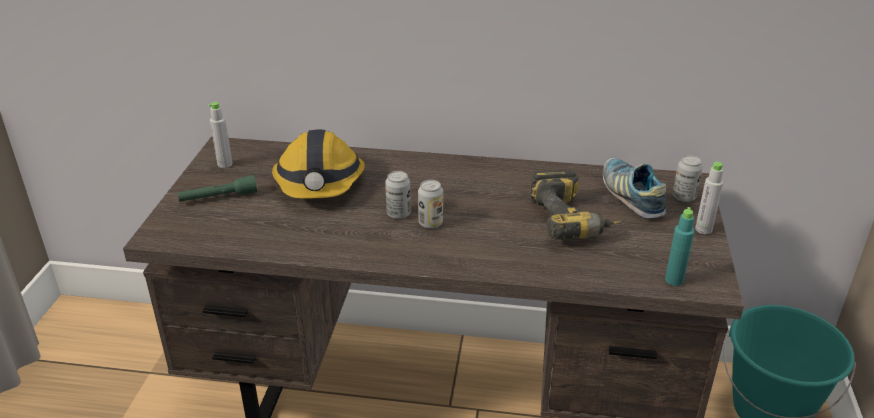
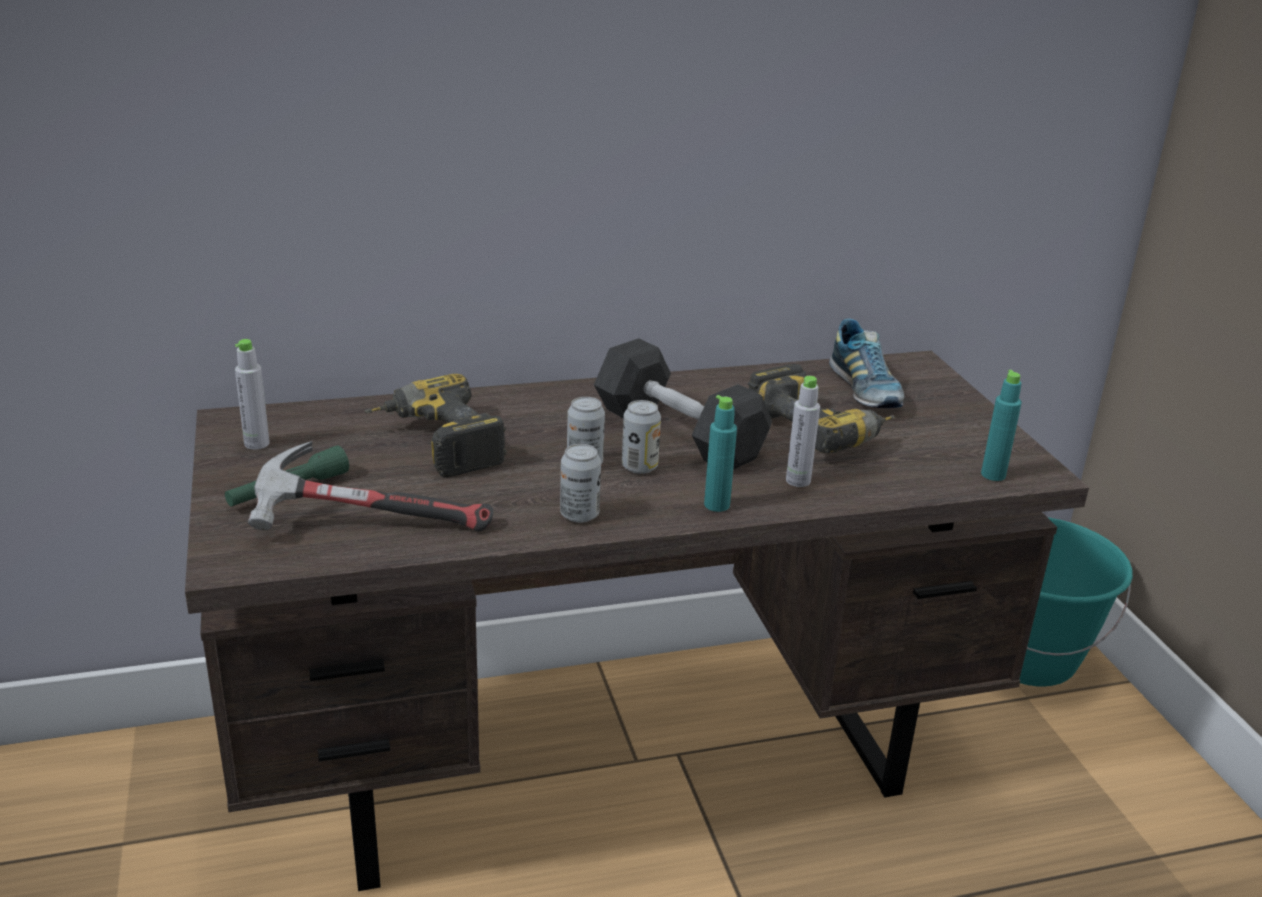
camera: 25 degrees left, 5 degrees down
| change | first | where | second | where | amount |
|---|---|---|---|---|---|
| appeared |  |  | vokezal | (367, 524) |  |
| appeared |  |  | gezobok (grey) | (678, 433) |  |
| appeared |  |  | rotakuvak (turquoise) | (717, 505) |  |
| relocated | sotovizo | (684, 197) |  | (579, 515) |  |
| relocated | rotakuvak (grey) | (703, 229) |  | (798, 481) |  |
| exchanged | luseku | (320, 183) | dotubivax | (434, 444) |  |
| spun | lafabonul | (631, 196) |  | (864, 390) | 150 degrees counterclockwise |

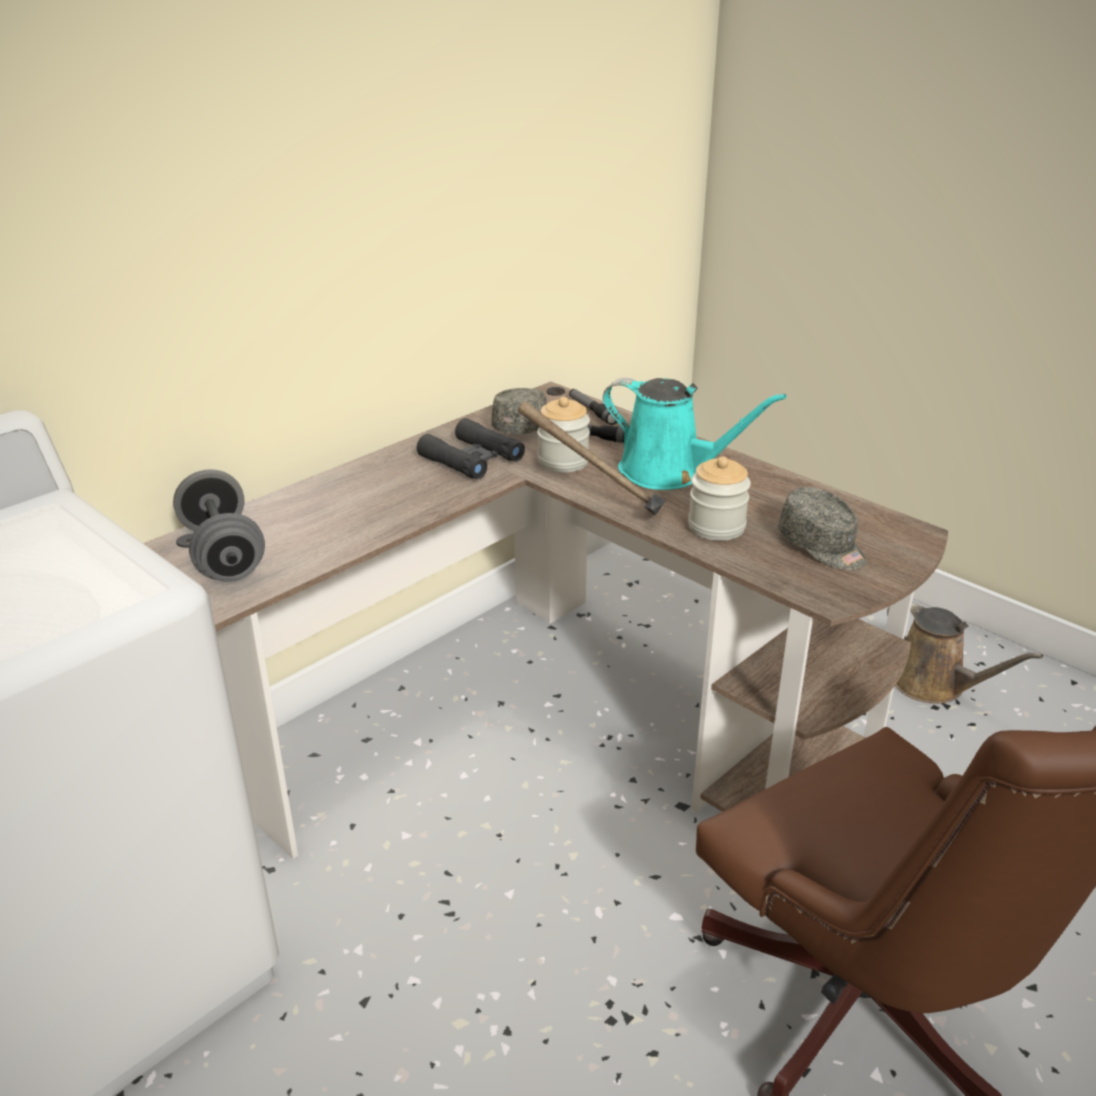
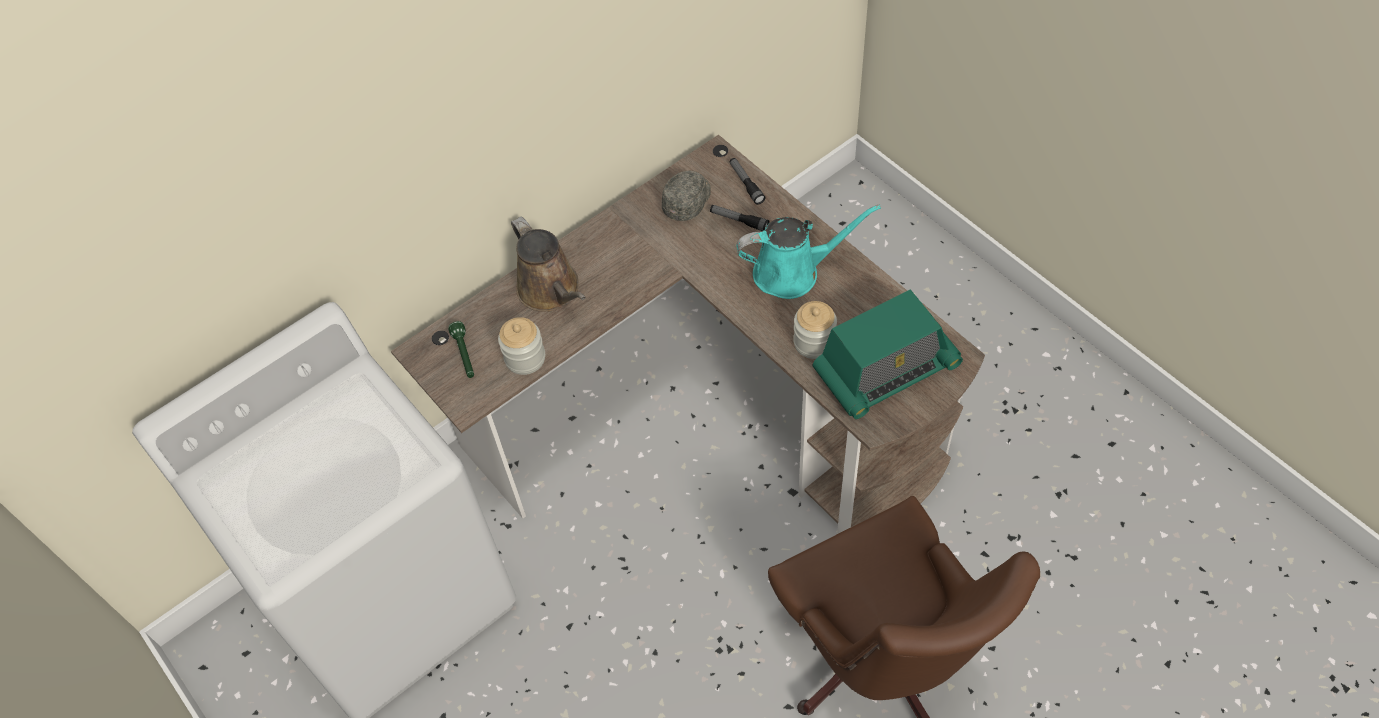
camera: 10 degrees right, 25 degrees up
| change | first | where | second | where | amount |
|---|---|---|---|---|---|
| missing | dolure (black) | (471, 459) |  |  |  |
| missing | vokezal | (596, 508) |  |  |  |
| relocated | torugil | (563, 462) |  | (525, 358) |  |
| relocated | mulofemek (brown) | (933, 685) |  | (551, 291) |  |
| exchanged | gezobok (grey) | (223, 553) | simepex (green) | (465, 355) |  |
| exchanged | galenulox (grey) | (822, 547) | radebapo | (885, 369) |  |
| spun | mulofemek (turquoise) | (669, 472) |  | (793, 272) | 45 degrees counterclockwise |

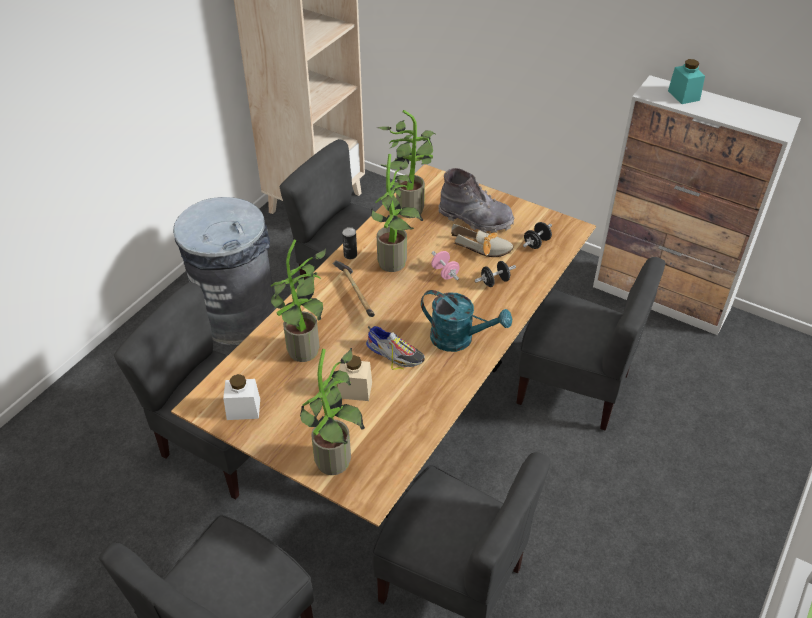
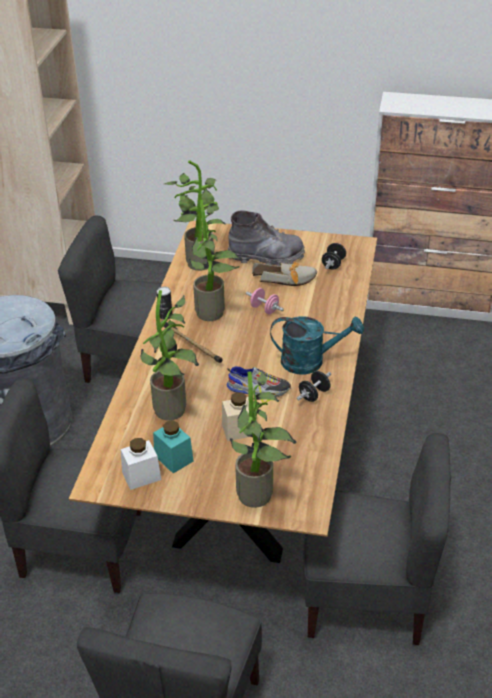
camera: 20 degrees left, 5 degrees down
| change | first | where | second | where | amount |
|---|---|---|---|---|---|
| missing | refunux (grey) | (574, 387) |  |  |  |
| relocated | gezobok (black) | (494, 281) |  | (314, 394) |  |
| relocated | torugil (turquoise) | (683, 95) |  | (173, 458) |  |

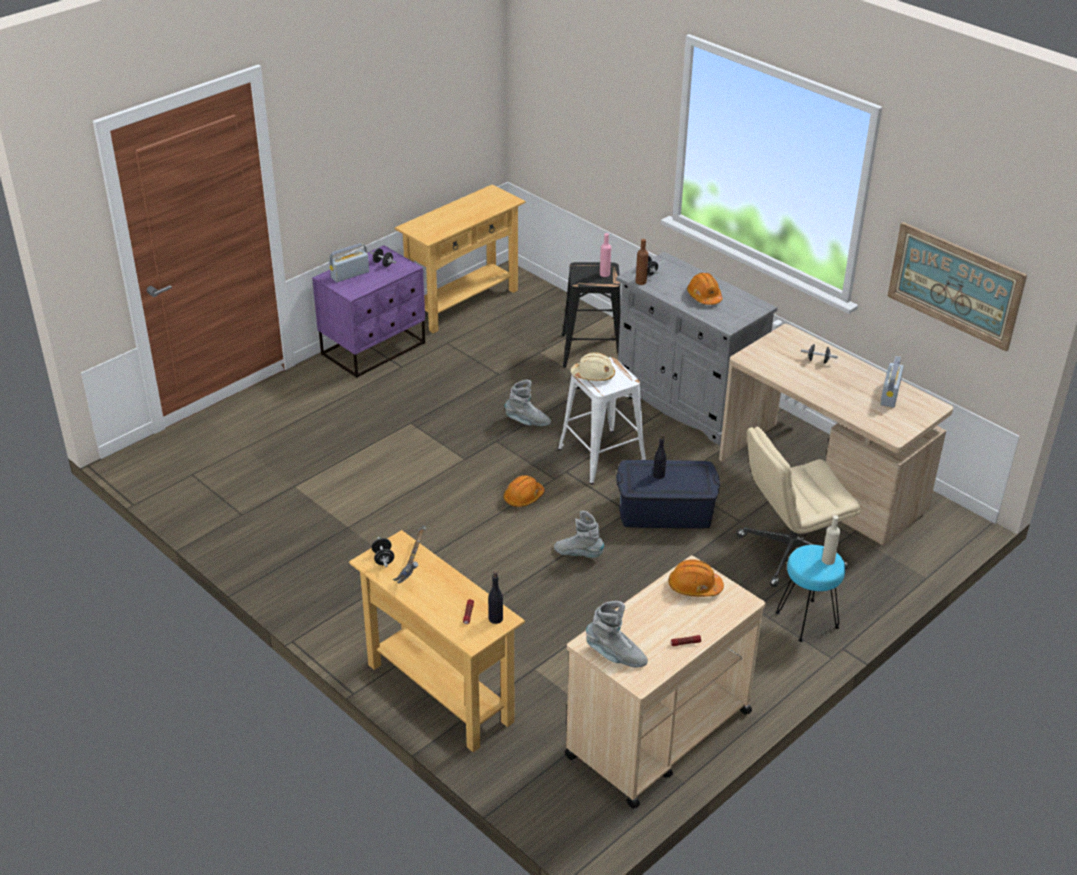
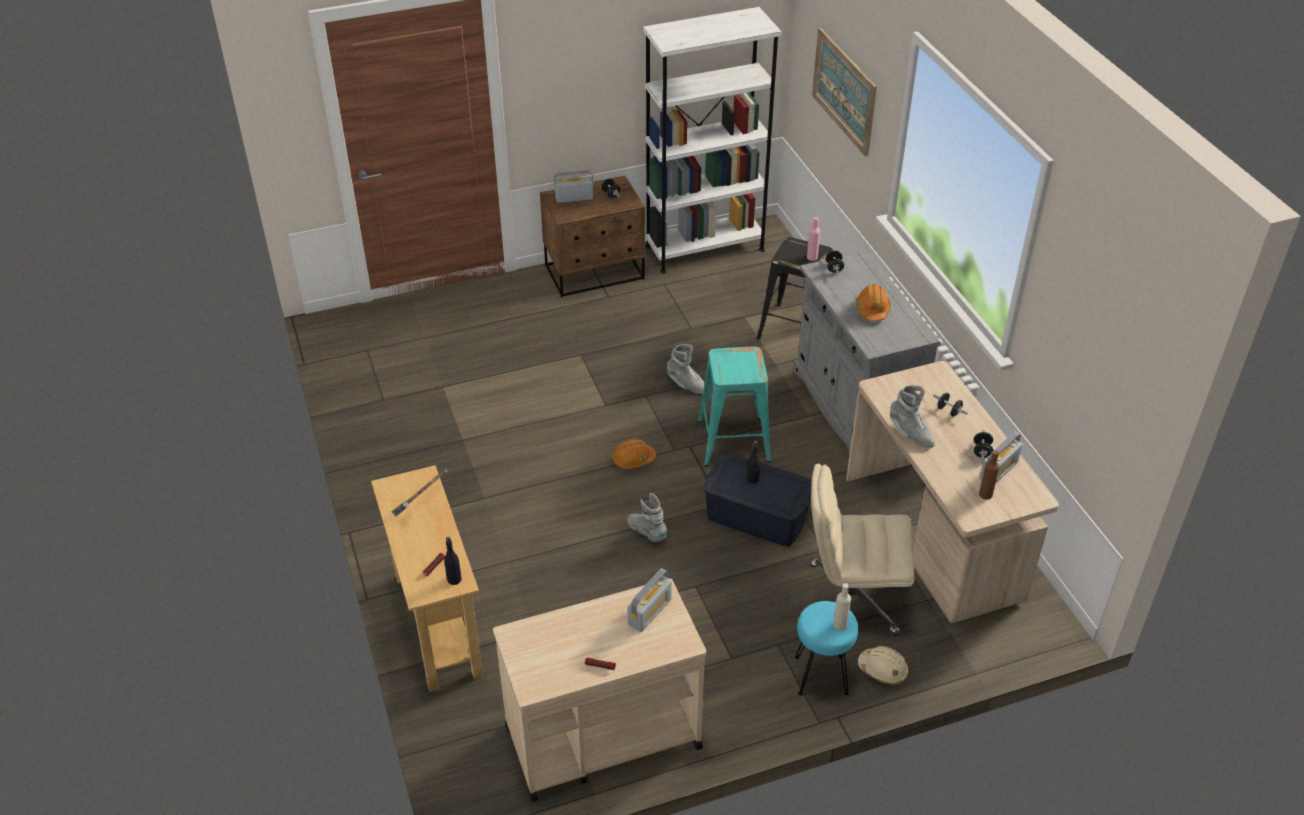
camera: 25 degrees right, 5 degrees up
| change | first | where | second | where | amount |
|---|---|---|---|---|---|
| relocated | gezobok (black) | (383, 559) |  | (981, 451) |  |
| relocated | luseku (beige) | (593, 375) |  | (883, 669) |  |
| relocated | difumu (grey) | (615, 656) |  | (910, 434) |  |
| relocated | rotakuvak (brown) | (641, 282) |  | (985, 494) |  |
| relocated | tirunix | (955, 285) |  | (844, 91) |  |
| exchanged | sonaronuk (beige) | (463, 303) | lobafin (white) | (705, 248) |  |
| exchanged | luseku (orange) | (694, 587) | radebapo | (649, 611) |  |
| colour | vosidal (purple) | (374, 349) | vosidal (brown) | (595, 273) |  |
| colour | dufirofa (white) | (601, 456) | dufirofa (turquoise) | (732, 440) |  |

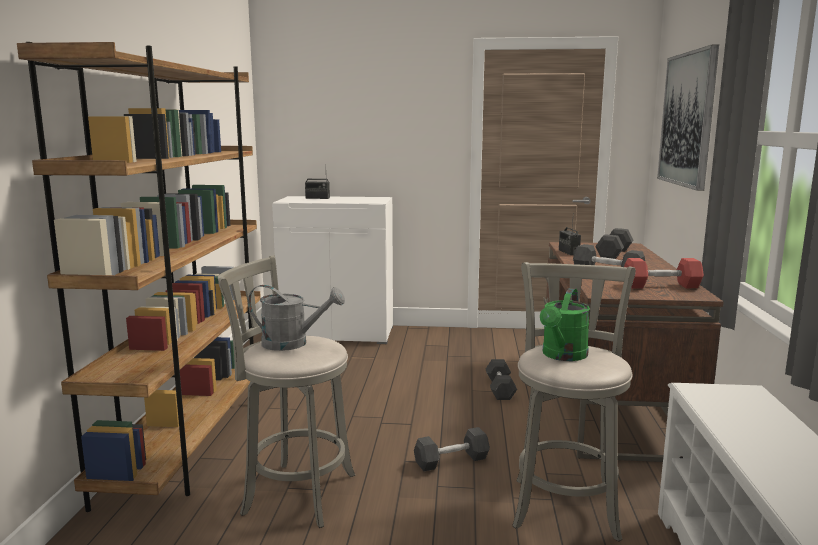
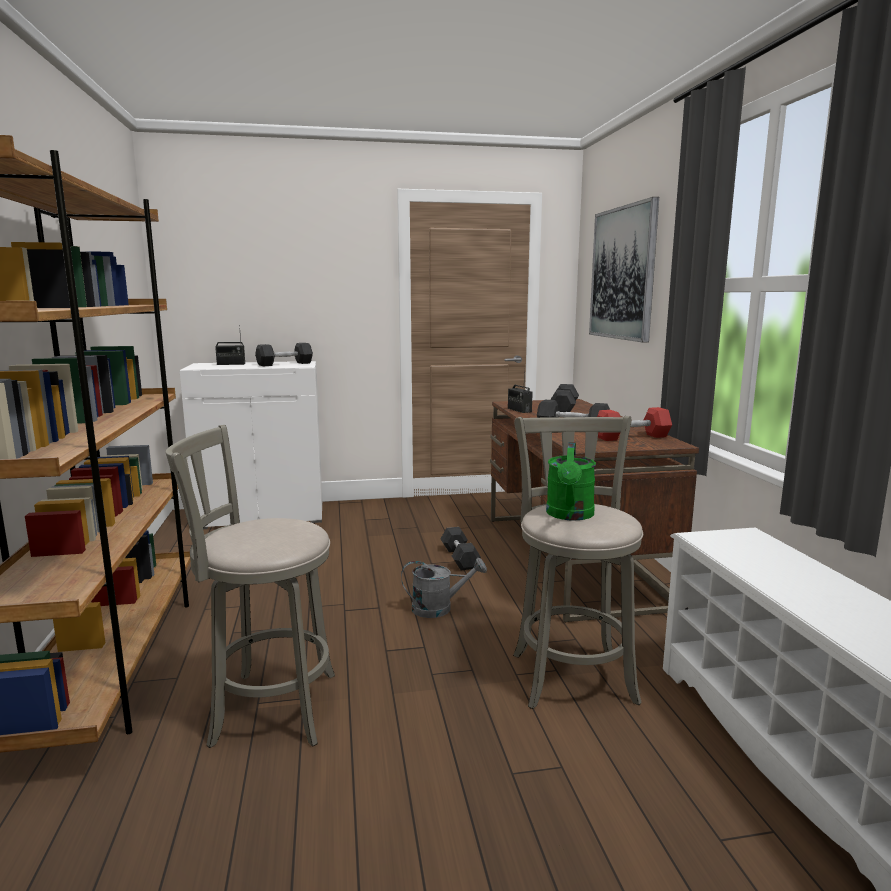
camera: 15 degrees left, 0 degrees up
| change | first | where | second | where | amount |
|---|---|---|---|---|---|
| relocated | mulofemek (grey) | (293, 343) |  | (439, 608) |  |
| relocated | gezobok (grey) | (451, 461) |  | (285, 364) |  |

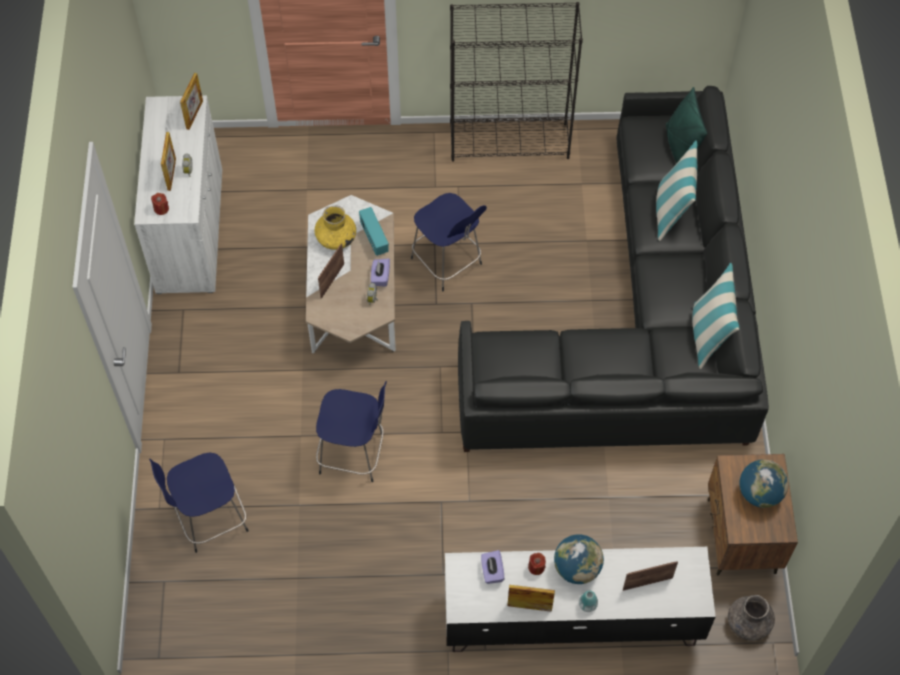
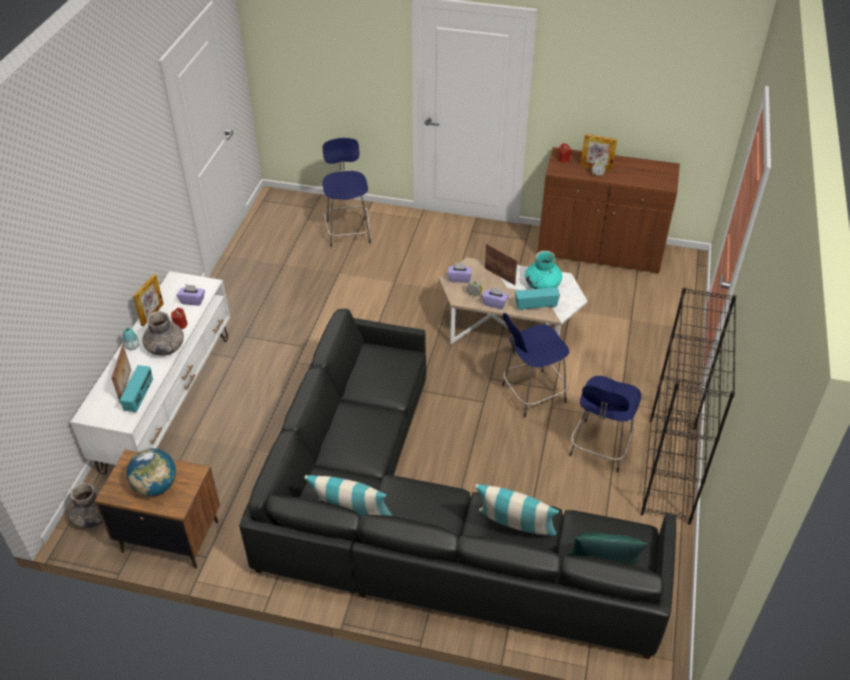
camera: 105 degrees right, 15 degrees down
| change | first | where | second | where | amount |
|---|---|---|---|---|---|
| missing | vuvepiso | (194, 115) |  |  |  |
| appeared |  |  | radebapo | (140, 397) |  |
| appeared |  |  | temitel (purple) | (459, 278) |  |
| relocated | dufirofa (blue) | (354, 454) |  | (600, 448) |  |
| exchanged | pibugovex | (577, 568) | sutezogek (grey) | (165, 347) |  |
| colour | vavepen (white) | (190, 231) | vavepen (brown) | (599, 251) |  |
| colour | sutezogek (yellow) | (336, 238) | sutezogek (turquoise) | (542, 284) |  |

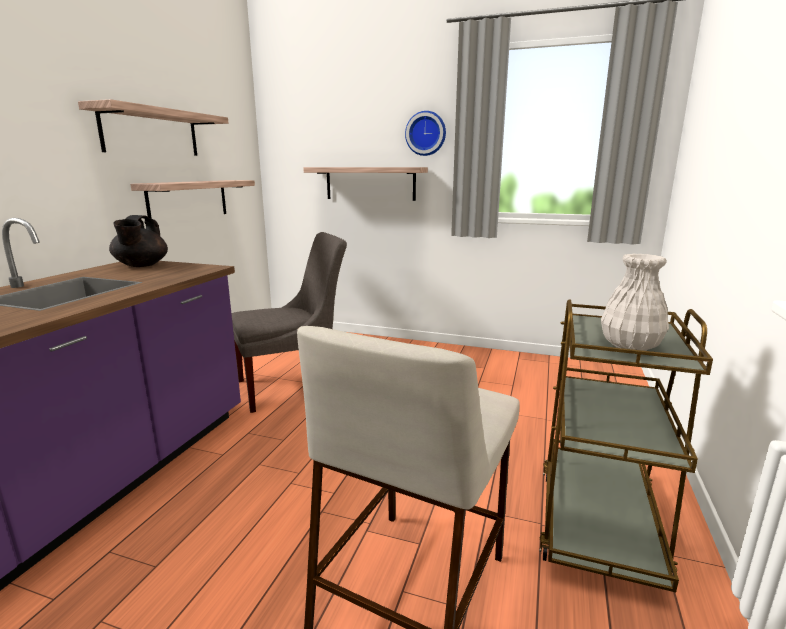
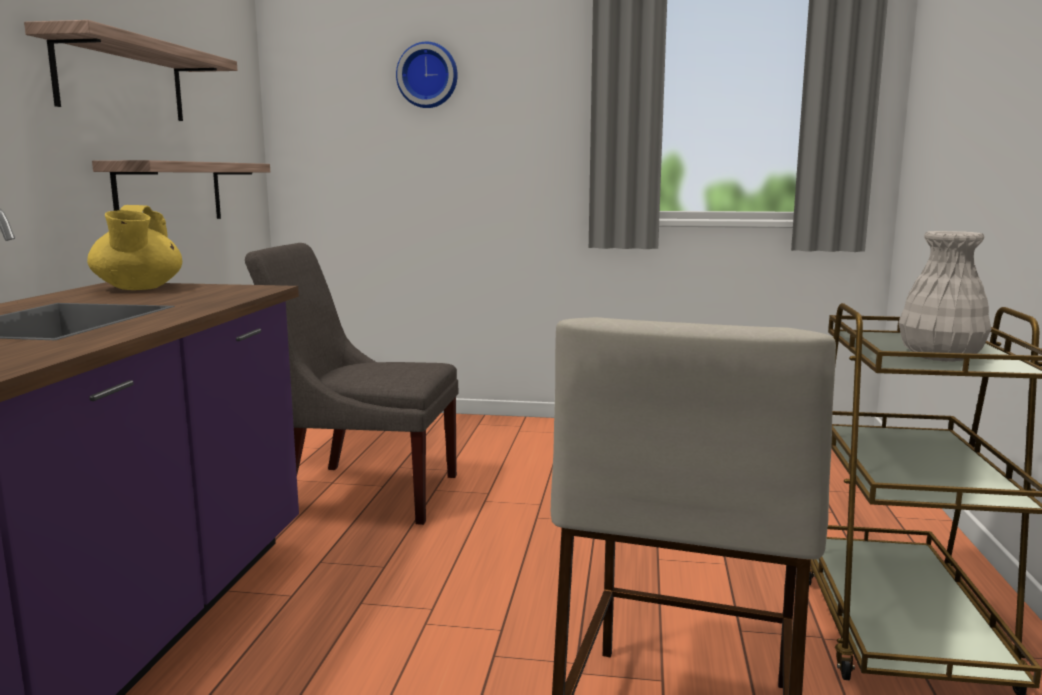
camera: 10 degrees left, 5 degrees down
| change | first | where | second | where | amount |
|---|---|---|---|---|---|
| missing | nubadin | (370, 183) |  |  |  |
| relocated | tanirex | (426, 133) |  | (428, 75) |  |
| colour | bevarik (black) | (141, 265) | bevarik (yellow) | (138, 288) |  |
| spun | refunux (grey) | (294, 386) |  | (364, 492) | 135 degrees counterclockwise |

